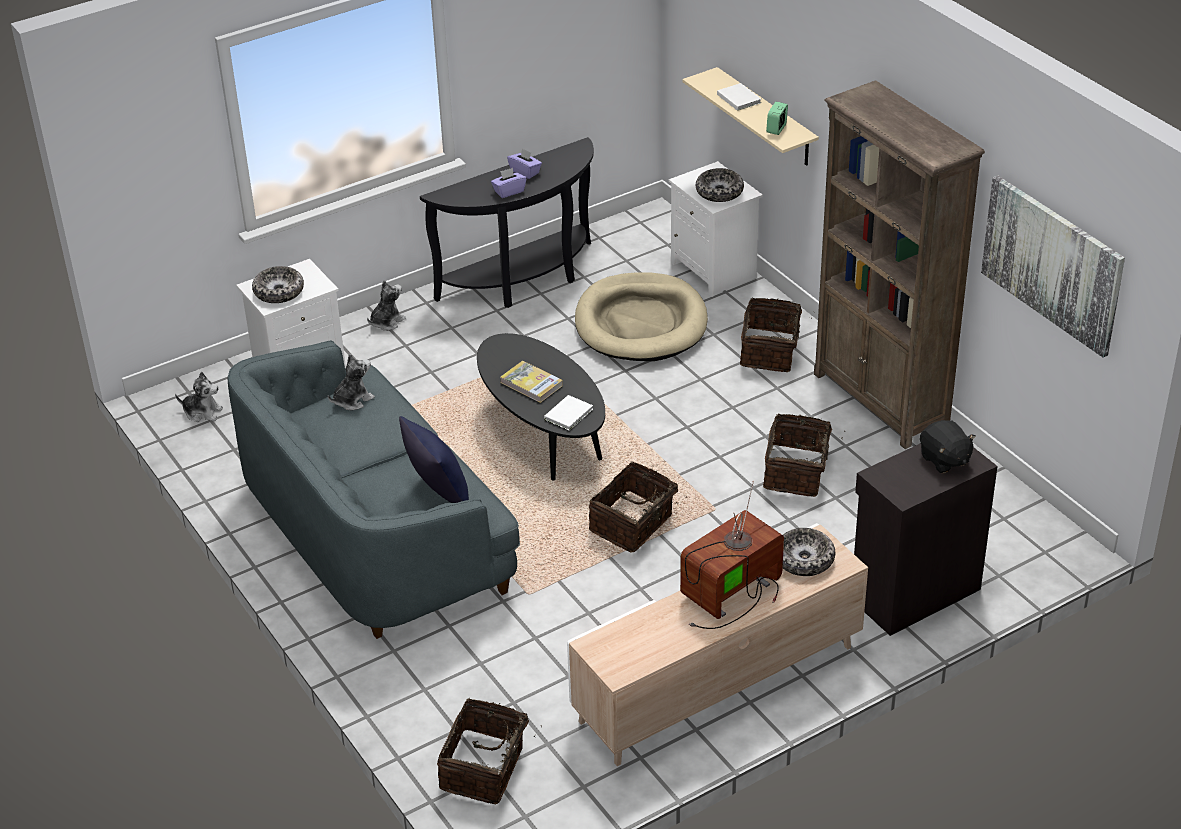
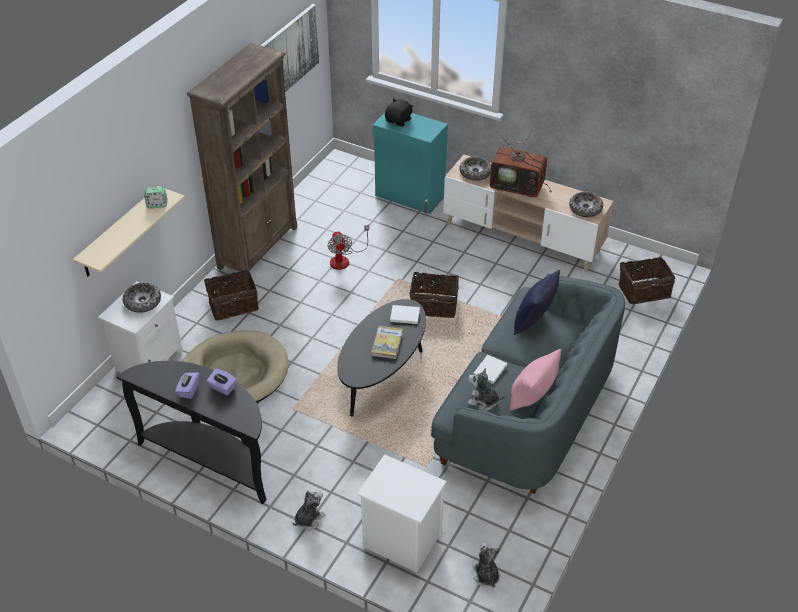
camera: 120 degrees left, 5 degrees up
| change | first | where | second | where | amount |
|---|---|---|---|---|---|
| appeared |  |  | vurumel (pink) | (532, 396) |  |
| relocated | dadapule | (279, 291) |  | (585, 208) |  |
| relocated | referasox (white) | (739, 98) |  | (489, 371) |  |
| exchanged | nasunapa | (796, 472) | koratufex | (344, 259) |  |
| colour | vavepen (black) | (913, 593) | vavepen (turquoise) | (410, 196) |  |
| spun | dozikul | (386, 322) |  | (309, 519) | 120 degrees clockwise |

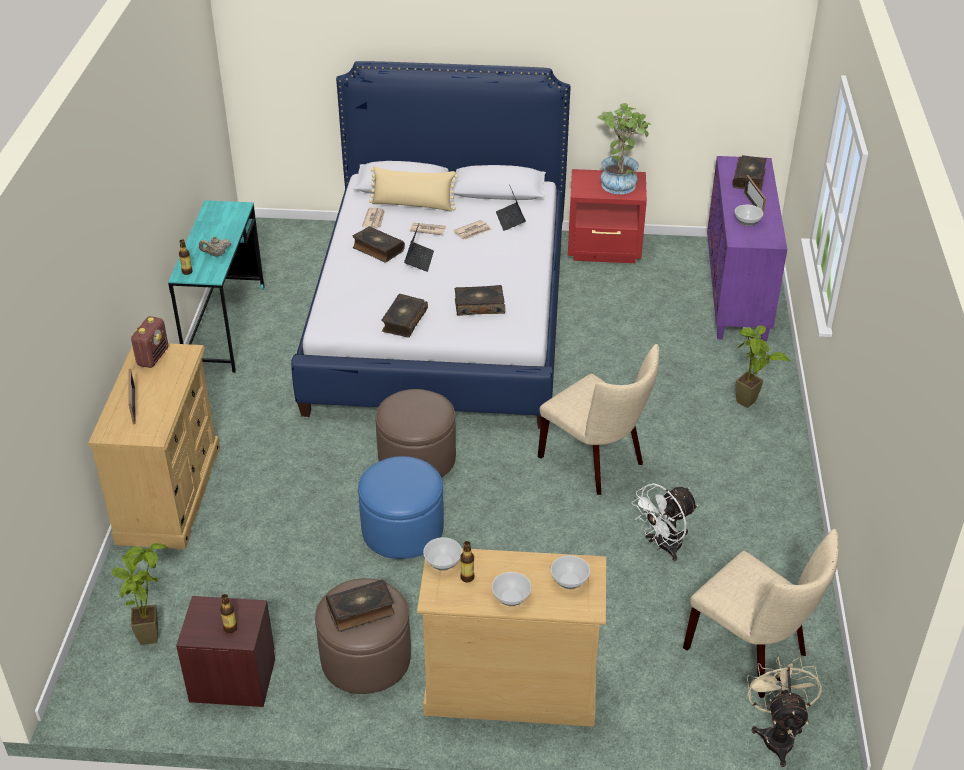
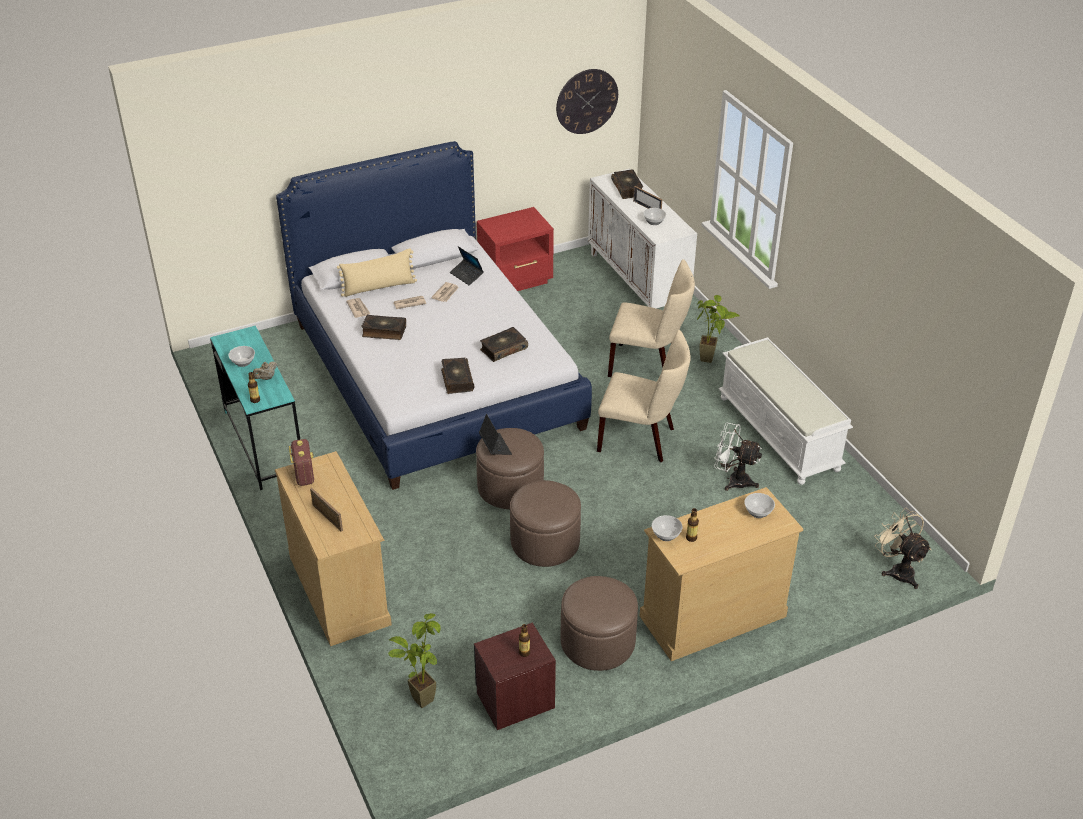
camera: 30 degrees left, 0 degrees up
| change | first | where | second | where | amount |
|---|---|---|---|---|---|
| missing | referasox | (361, 611) |  |  |  |
| missing | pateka | (620, 182) |  |  |  |
| appeared |  |  | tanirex | (587, 101) |  |
| appeared |  |  | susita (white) | (780, 433) |  |
| relocated | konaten | (419, 260) |  | (495, 446) |  |
| relocated | dadapule | (511, 598) |  | (243, 362) |  |
| relocated | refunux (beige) | (752, 653) |  | (648, 365) |  |
| colour | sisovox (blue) | (402, 529) | sisovox (brown) | (545, 542) |  |
| colour | vavepen (purple) | (737, 293) | vavepen (white) | (638, 282) |  |
| spun | koratufex (white) | (663, 546) |  | (733, 480) | 90 degrees clockwise |

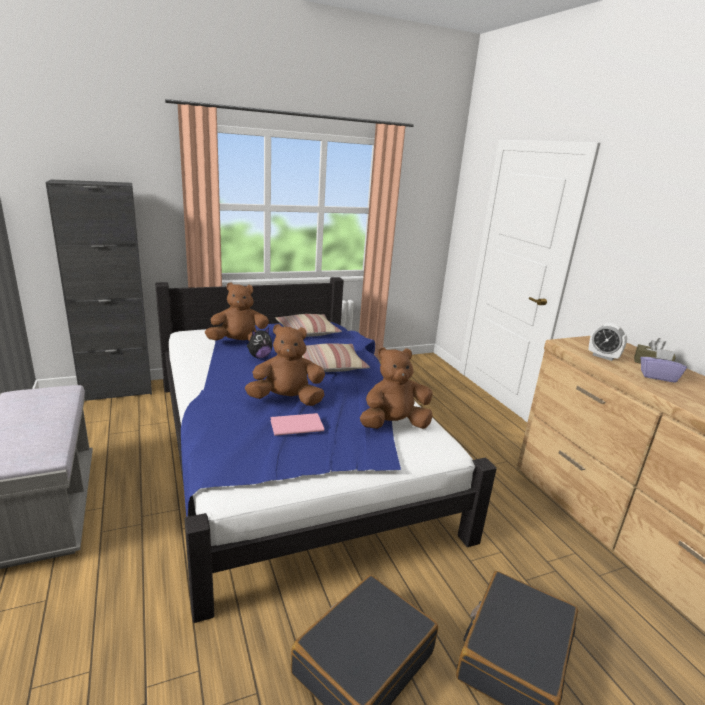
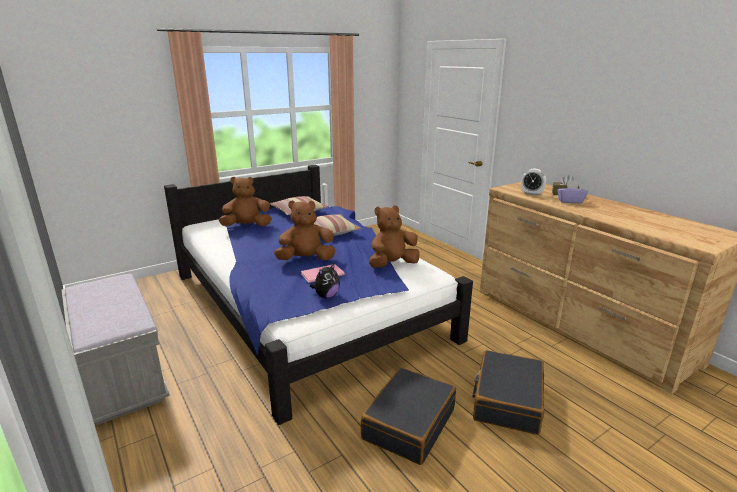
camera: 10 degrees left, 0 degrees up
| change | first | where | second | where | amount |
|---|---|---|---|---|---|
| missing | vavepen (black) | (117, 391) |  |  |  |
| relocated | dozikul | (259, 357) |  | (326, 296) |  |

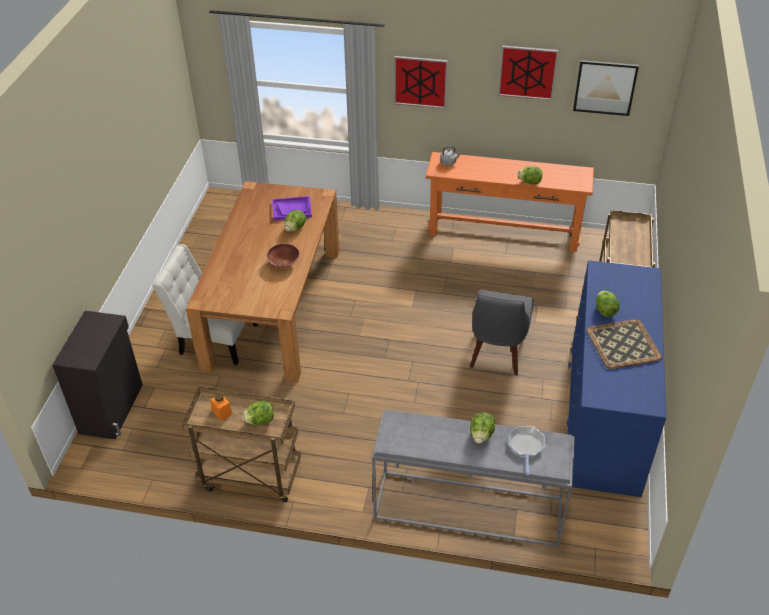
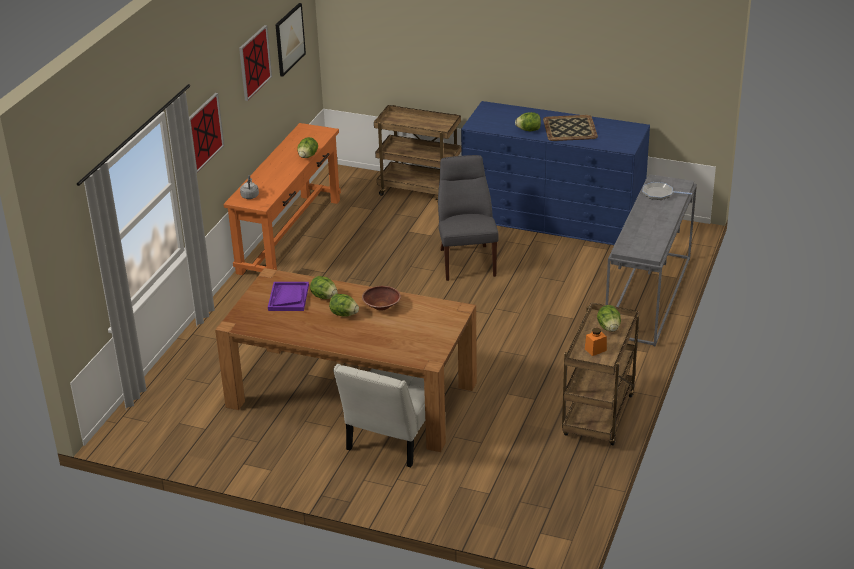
camera: 80 degrees left, 10 degrees down
| change | first | where | second | where | amount |
|---|---|---|---|---|---|
| missing | vavepen (black) | (112, 408) |  |  |  |
| relocated | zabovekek | (481, 435) |  | (344, 314) |  |
| spun | refunux (grey) | (497, 353) |  | (466, 260) | 120 degrees counterclockwise |

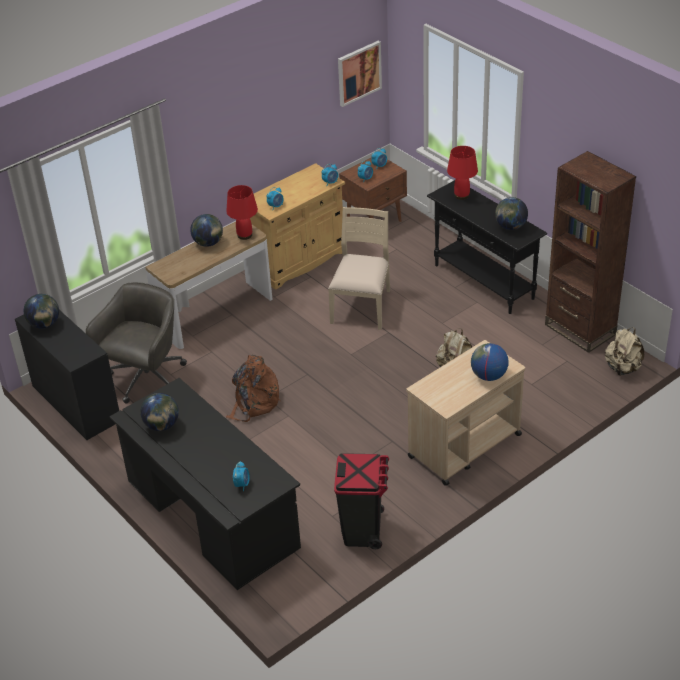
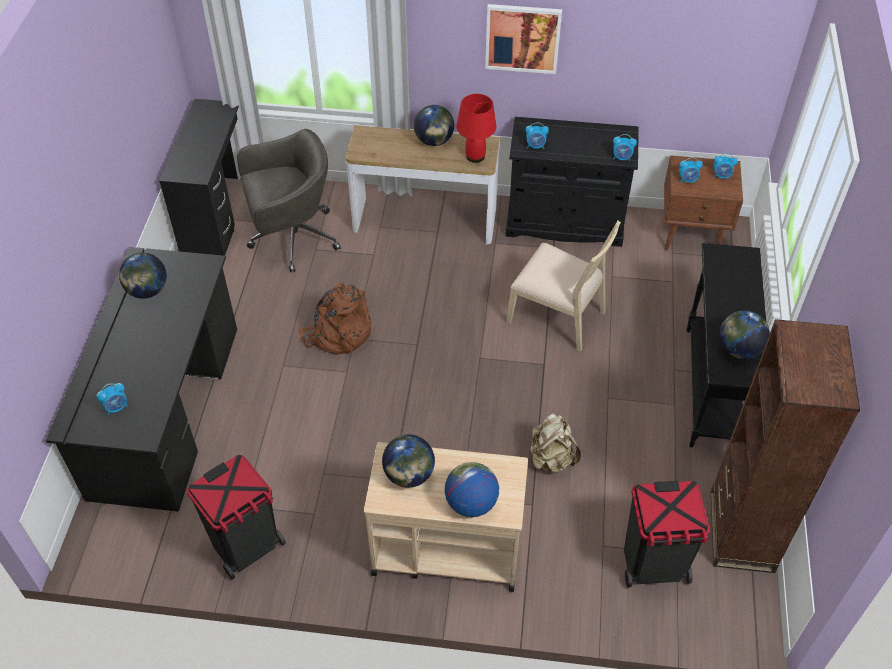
camera: 45 degrees right, 10 degrees up
| change | first | where | second | where | amount |
|---|---|---|---|---|---|
| missing | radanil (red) | (461, 195) |  |  |  |
| missing | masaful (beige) | (622, 368) |  |  |  |
| appeared |  |  | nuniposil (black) | (653, 565) |  |
| relocated | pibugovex | (44, 324) |  | (409, 475) |  |
| relocated | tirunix | (359, 73) |  | (522, 38) |  |
| colour | vavepen (beige) | (298, 260) | vavepen (black) | (565, 222) |  |
| spun | refunux (beige) | (362, 306) |  | (557, 316) | 60 degrees clockwise |

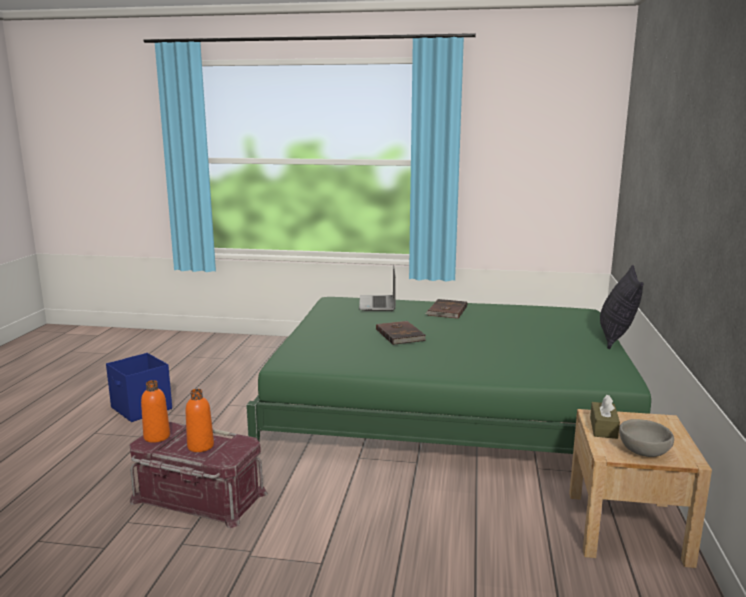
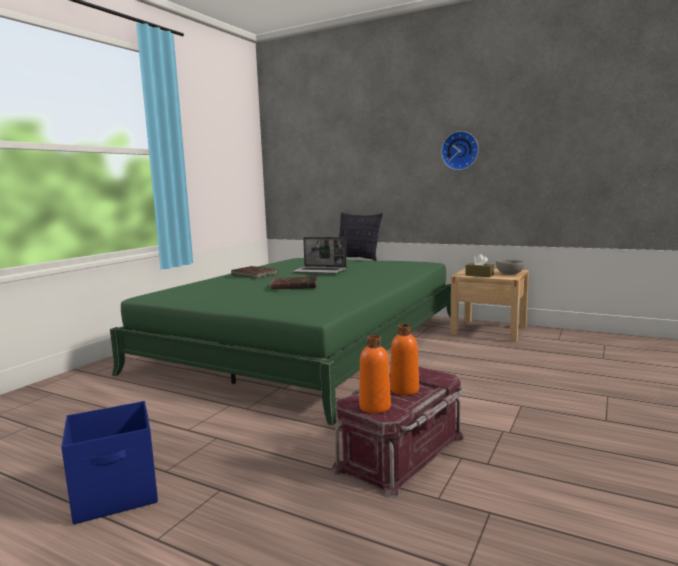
camera: 70 degrees left, 5 degrees down
| change | first | where | second | where | amount |
|---|---|---|---|---|---|
| appeared |  |  | tanirex | (460, 150) |  |
| relocated | konaten | (378, 304) |  | (320, 271) |  |

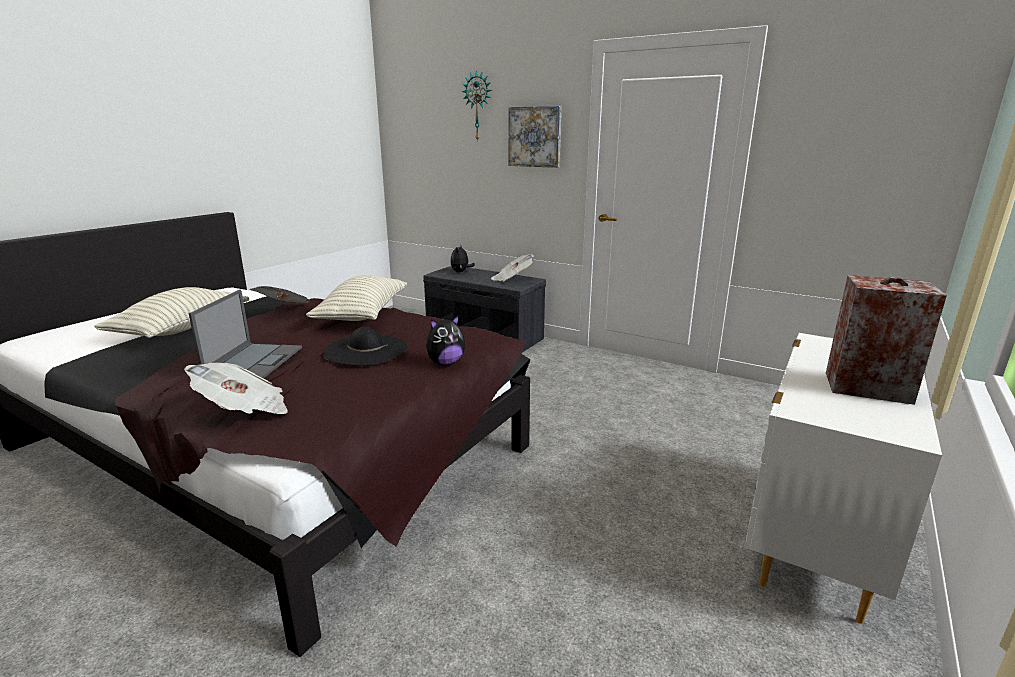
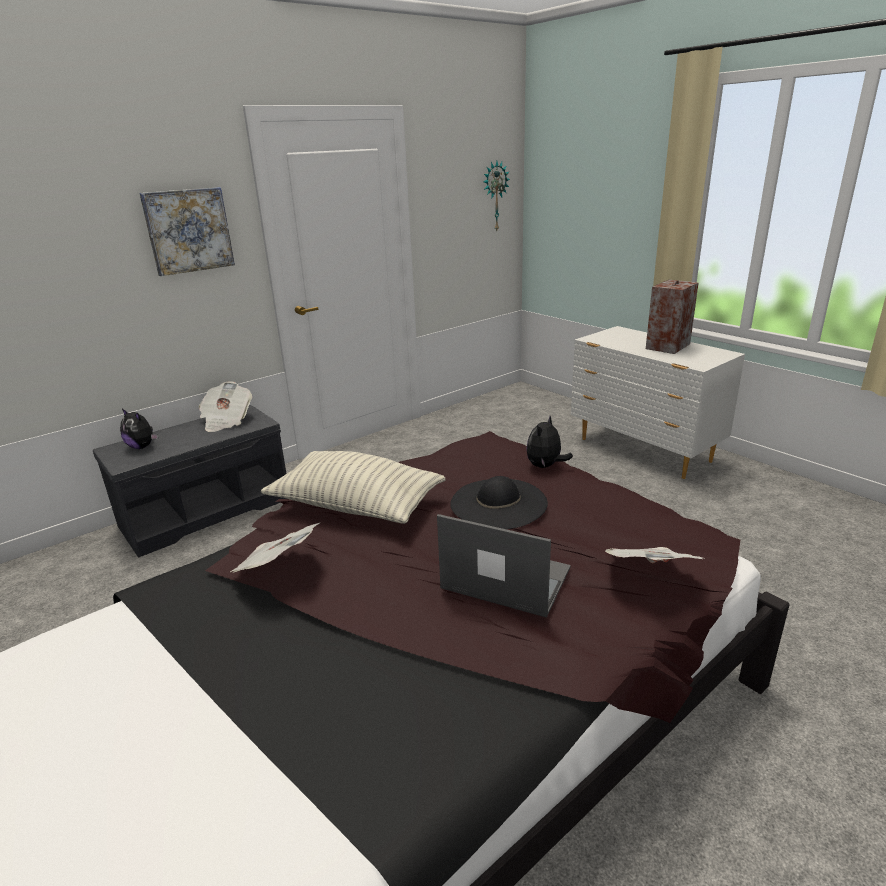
camera: 70 degrees left, 5 degrees up
| change | first | where | second | where | amount |
|---|---|---|---|---|---|
| missing | vurumel | (181, 329) |  |  |  |
| relocated | tanirex | (478, 106) |  | (494, 196) |  |
| spun | dozikul | (445, 363) |  | (545, 466) | 135 degrees counterclockwise |

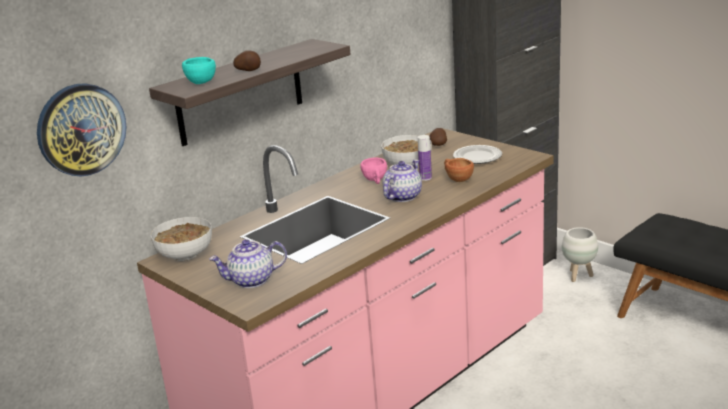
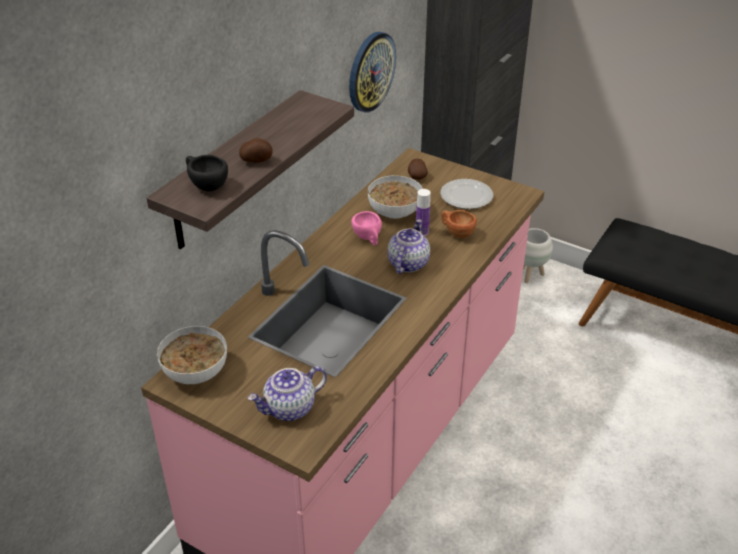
camera: 15 degrees left, 15 degrees up
| change | first | where | second | where | amount |
|---|---|---|---|---|---|
| relocated | tanirex | (81, 129) |  | (370, 71) |  |
| colour | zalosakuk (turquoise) | (199, 81) | zalosakuk (black) | (205, 184) |  |

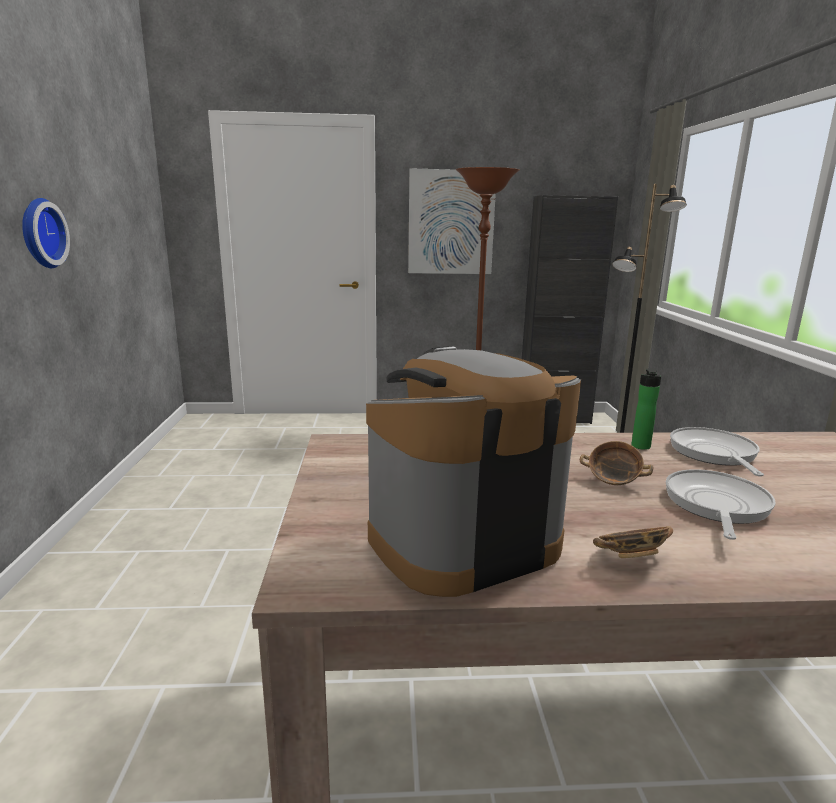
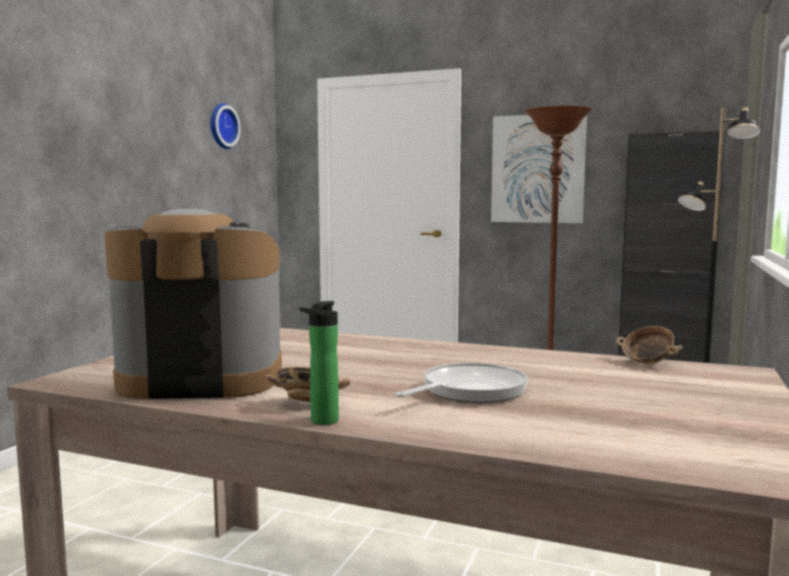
camera: 25 degrees right, 10 degrees down
| change | first | where | second | where | amount |
|---|---|---|---|---|---|
| missing | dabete | (714, 454) |  |  |  |
| relocated | tanirex | (40, 233) |  | (221, 126) |  |
| relocated | dadapule | (613, 482) |  | (646, 363) |  |
| relocated | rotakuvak | (641, 447) |  | (321, 422) |  |

